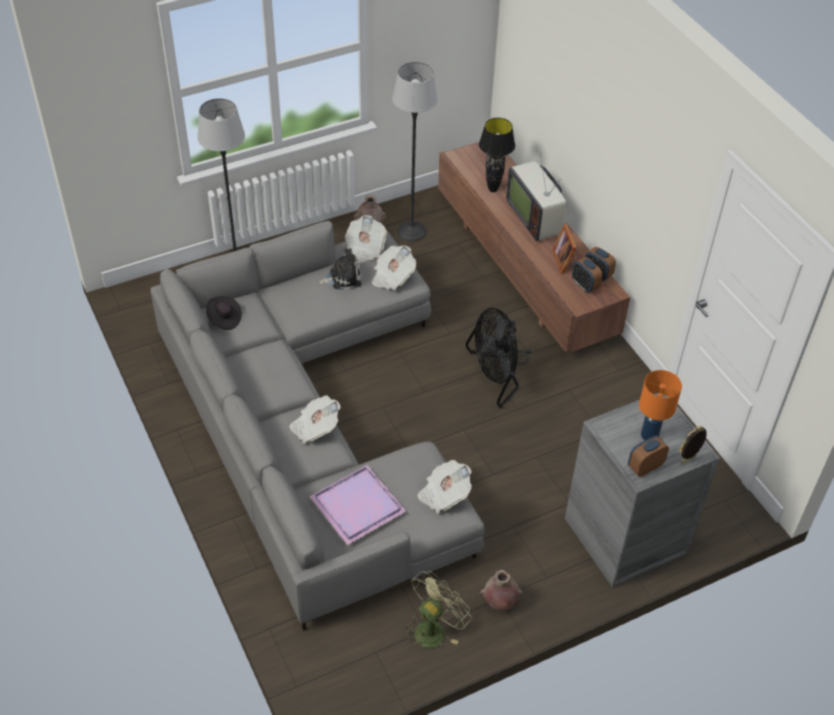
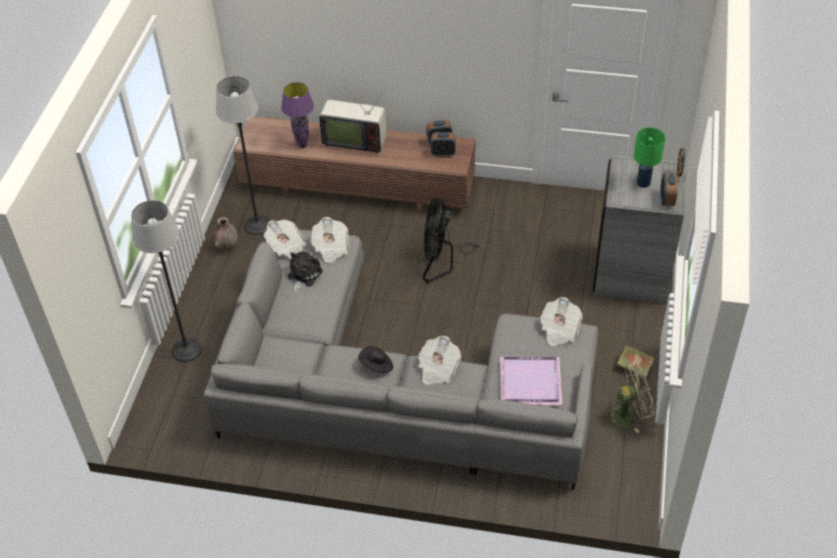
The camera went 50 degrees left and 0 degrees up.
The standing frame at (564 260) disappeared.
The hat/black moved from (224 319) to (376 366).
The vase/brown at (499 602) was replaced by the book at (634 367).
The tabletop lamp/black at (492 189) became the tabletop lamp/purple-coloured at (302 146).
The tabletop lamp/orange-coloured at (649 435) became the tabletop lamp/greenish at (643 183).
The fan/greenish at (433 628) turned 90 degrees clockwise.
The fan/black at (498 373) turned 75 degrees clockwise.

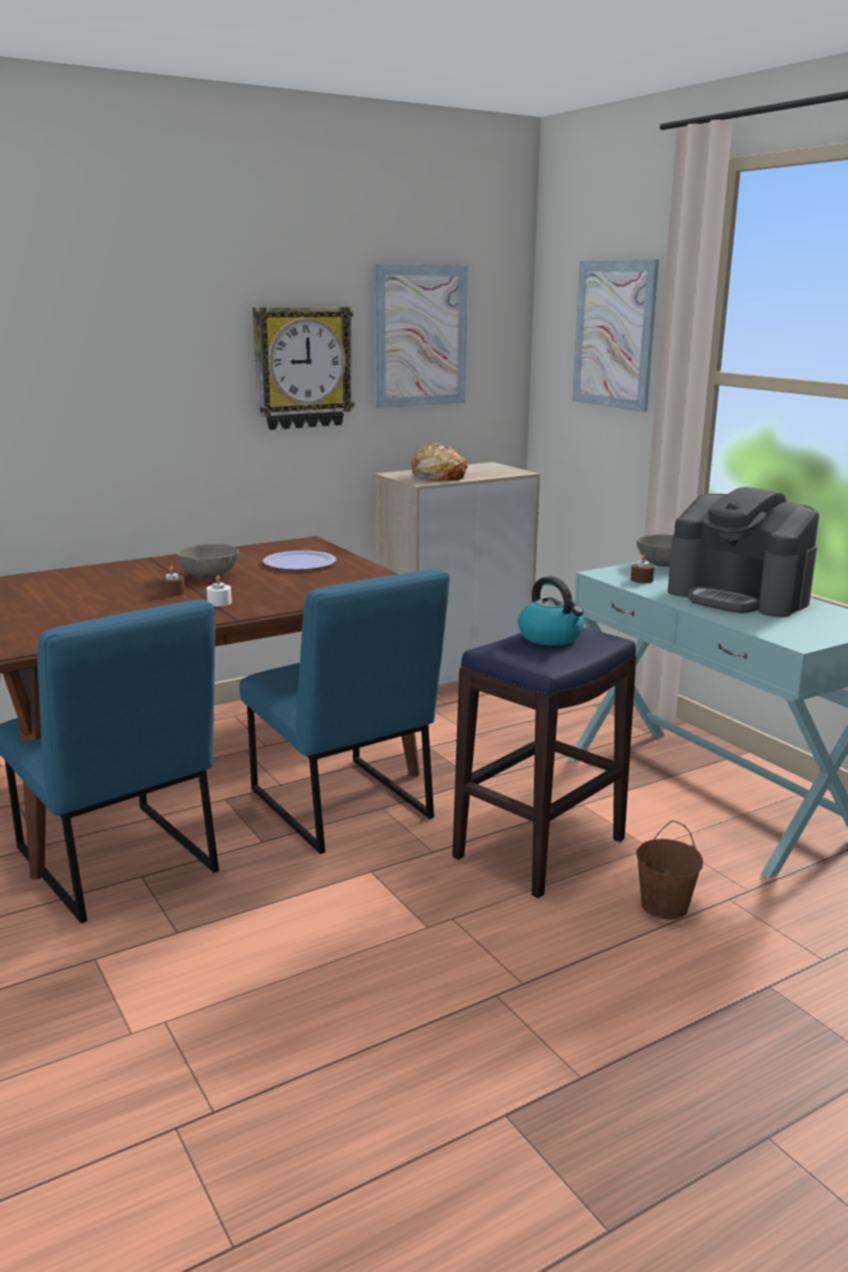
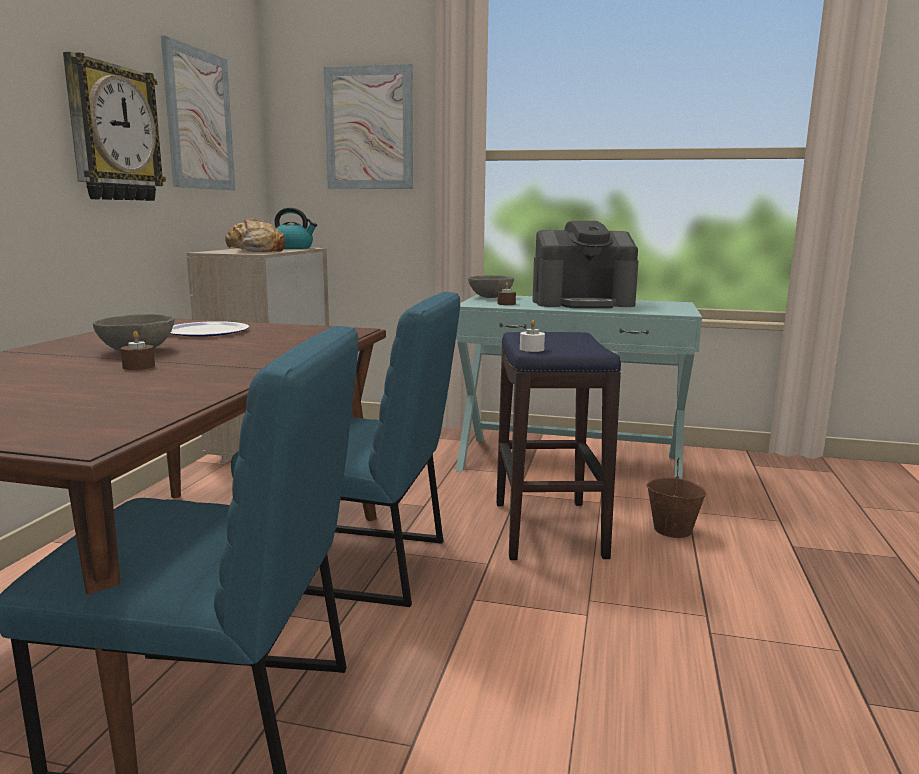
The camera went 45 degrees left and 5 degrees down.
The candle/whitish moved from (219 602) to (532 349).
The tea kettle moved from (551 637) to (293 248).

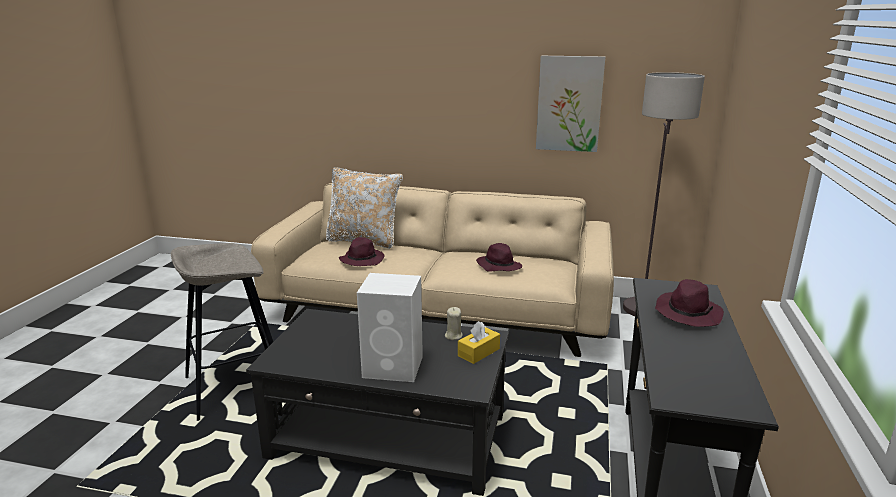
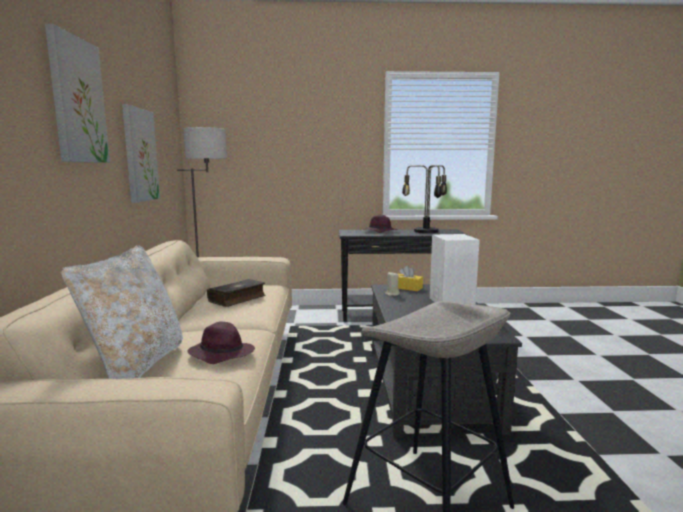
The camera went 105 degrees left and 10 degrees down.
The picture at (77 101) appeared.
The tabletop lamp at (426 231) appeared.
The hat/purple-coloured at (498 266) was replaced by the book at (238 299).

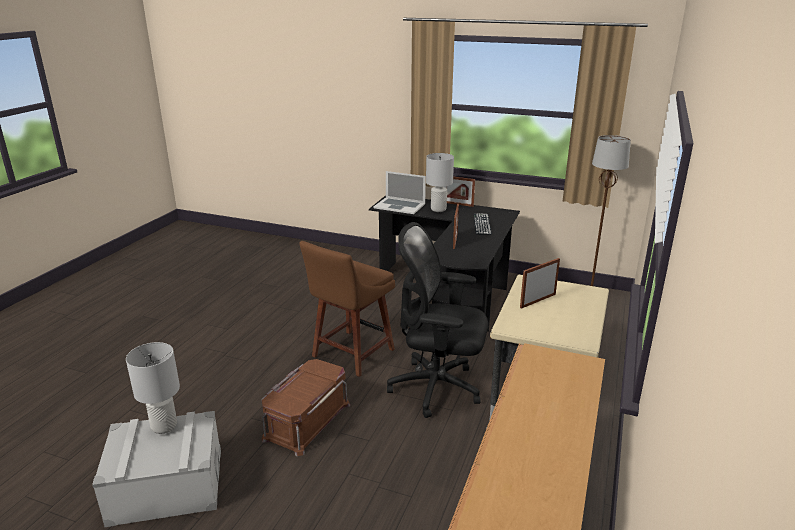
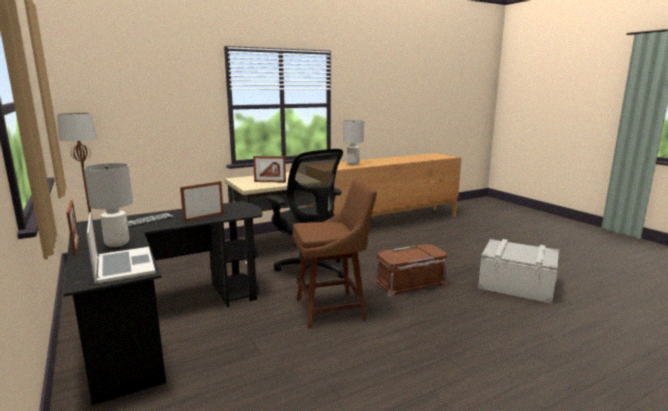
The camera went 140 degrees left and 10 degrees down.
The tabletop lamp/grey moved from (164 428) to (353 164).

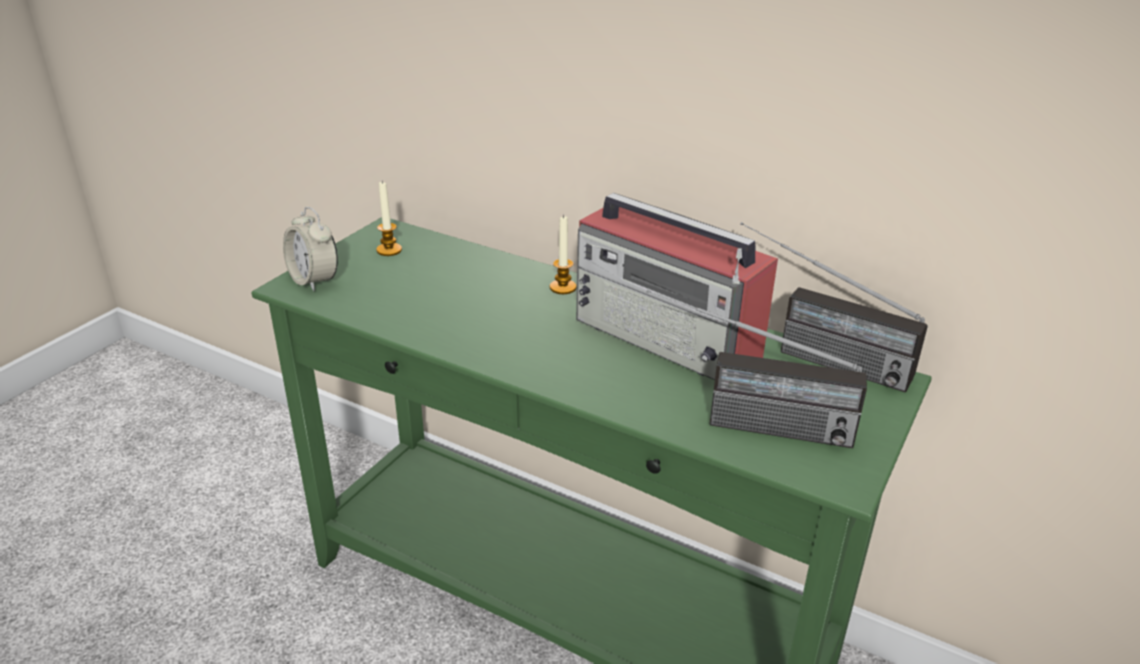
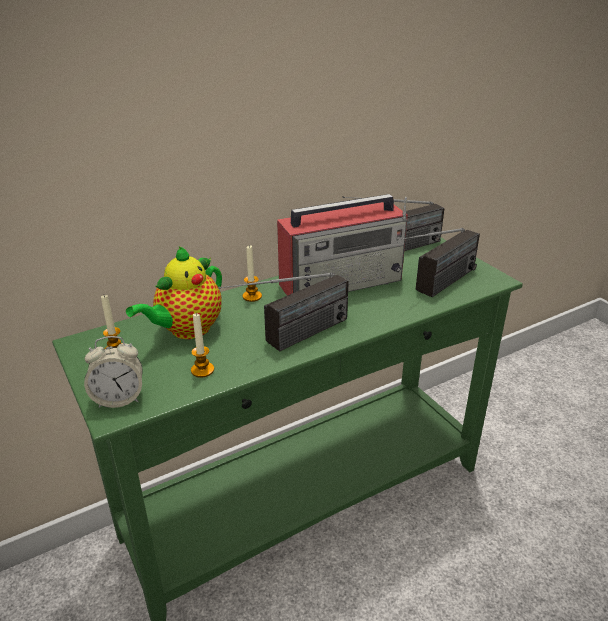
The camera went 60 degrees left and 0 degrees up.
The pot for tea at (187 330) appeared.
The candle at (202 370) appeared.
The radio receiver at (290 340) appeared.

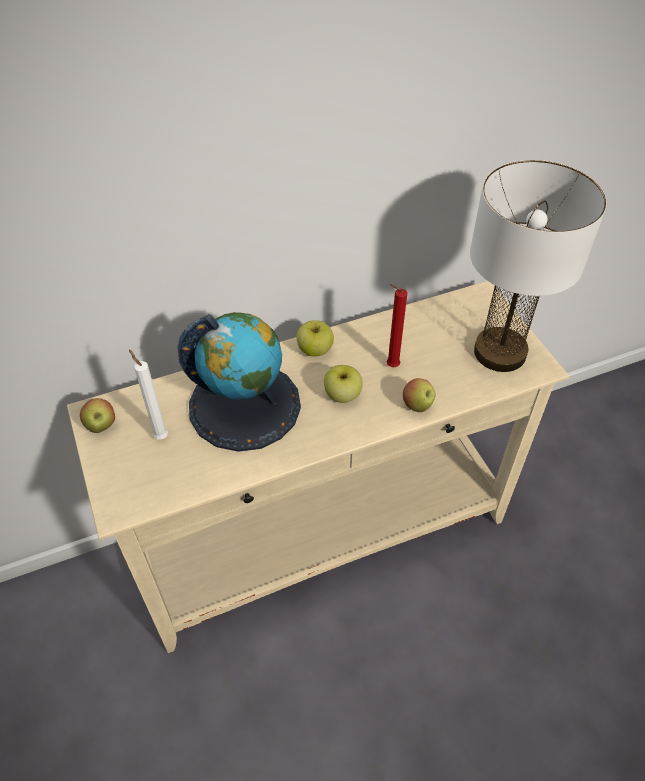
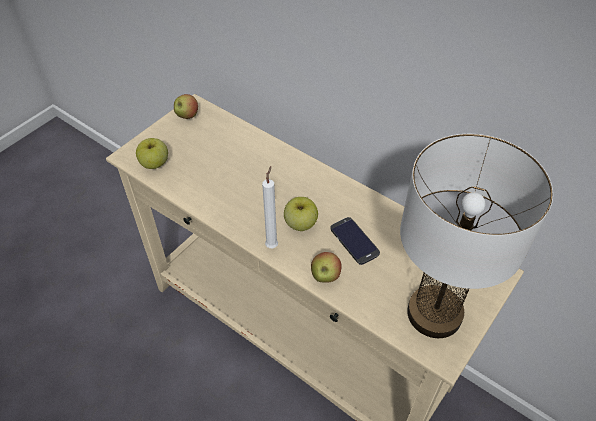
The camera went 60 degrees right and 0 degrees up.
The world globe at (245 405) disappeared.
The candle/whitish moved from (160 435) to (272 244).
The whole apple moved from (315 350) to (155 164).
The candle/red at (390 366) was replaced by the telephone at (354 241).

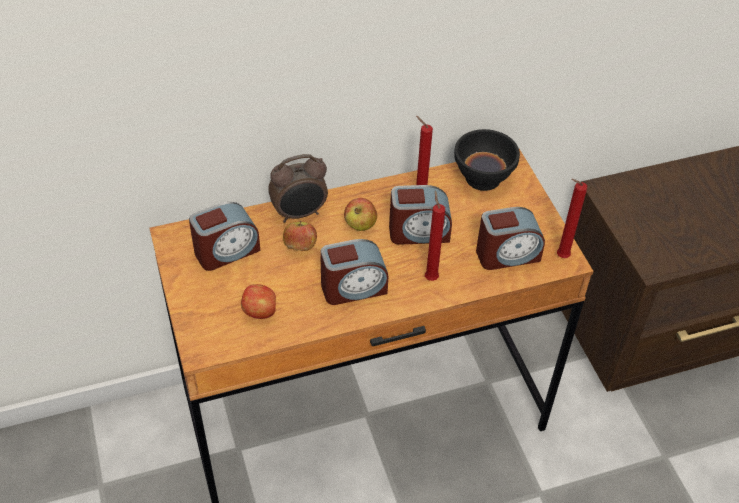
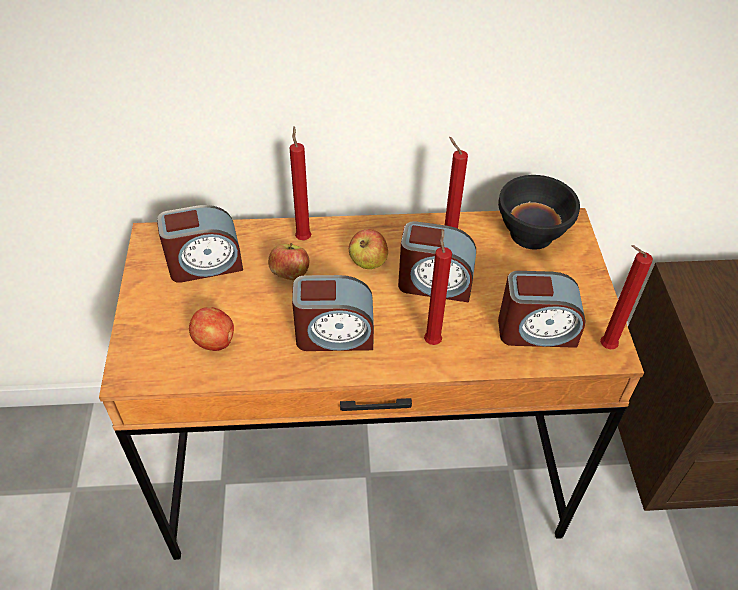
The camera went 15 degrees right and 0 degrees up.
The bedside clock at (300 214) was replaced by the candle/red at (303 237).

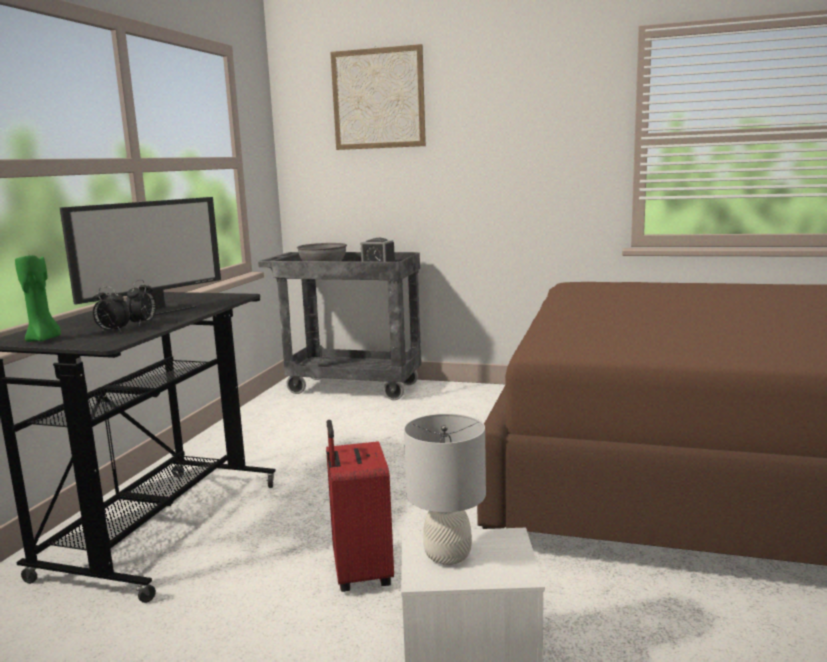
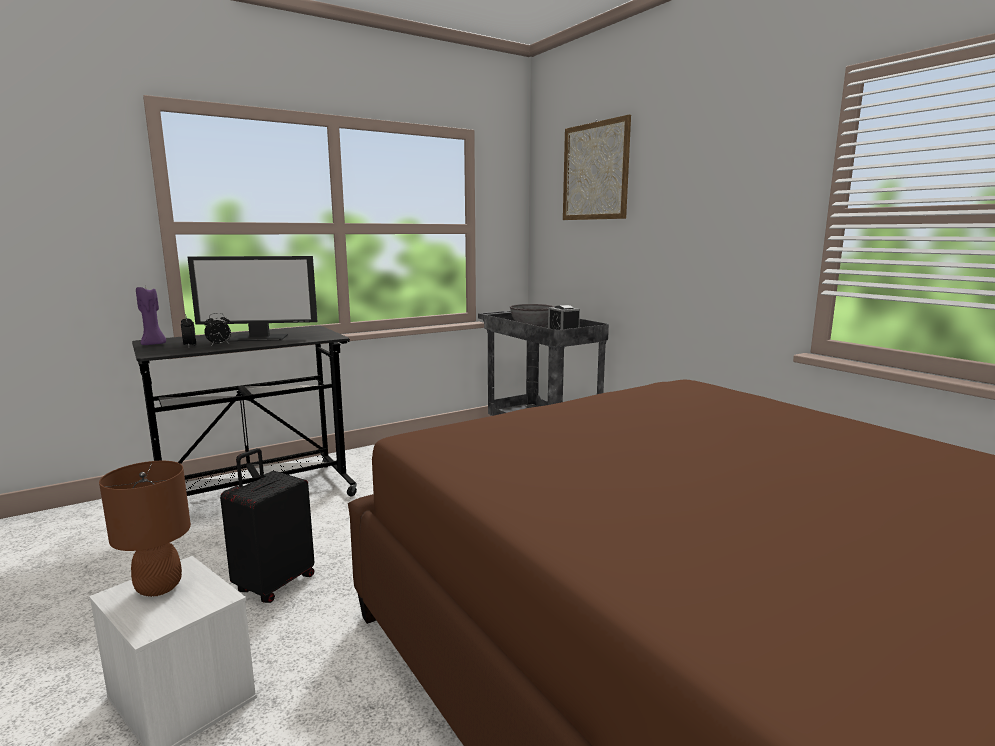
The camera went 40 degrees right and 0 degrees up.
The candle/greenish at (44 339) became the candle/purple-coloured at (154 344).
The suitcase/red at (360 573) became the suitcase/black at (274 584).
The tabletop lamp/grey at (447 556) became the tabletop lamp/brown at (161 588).

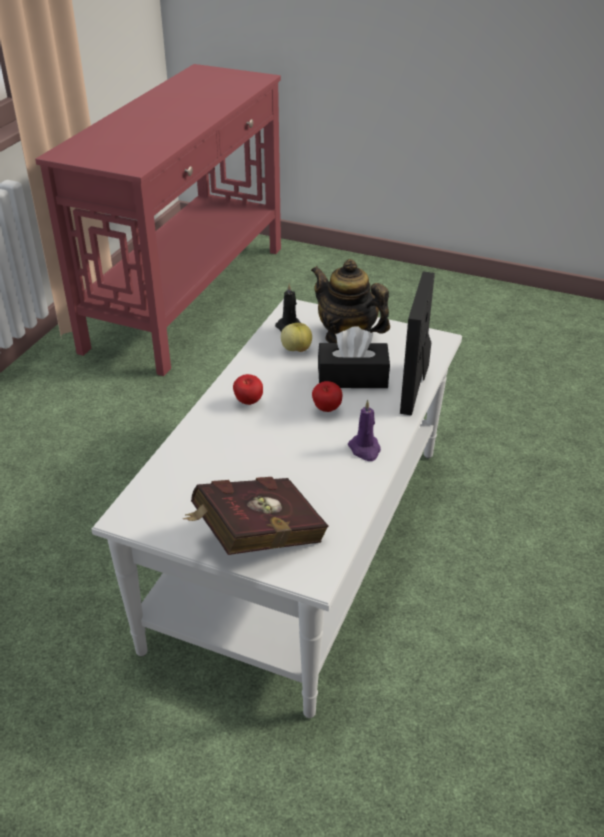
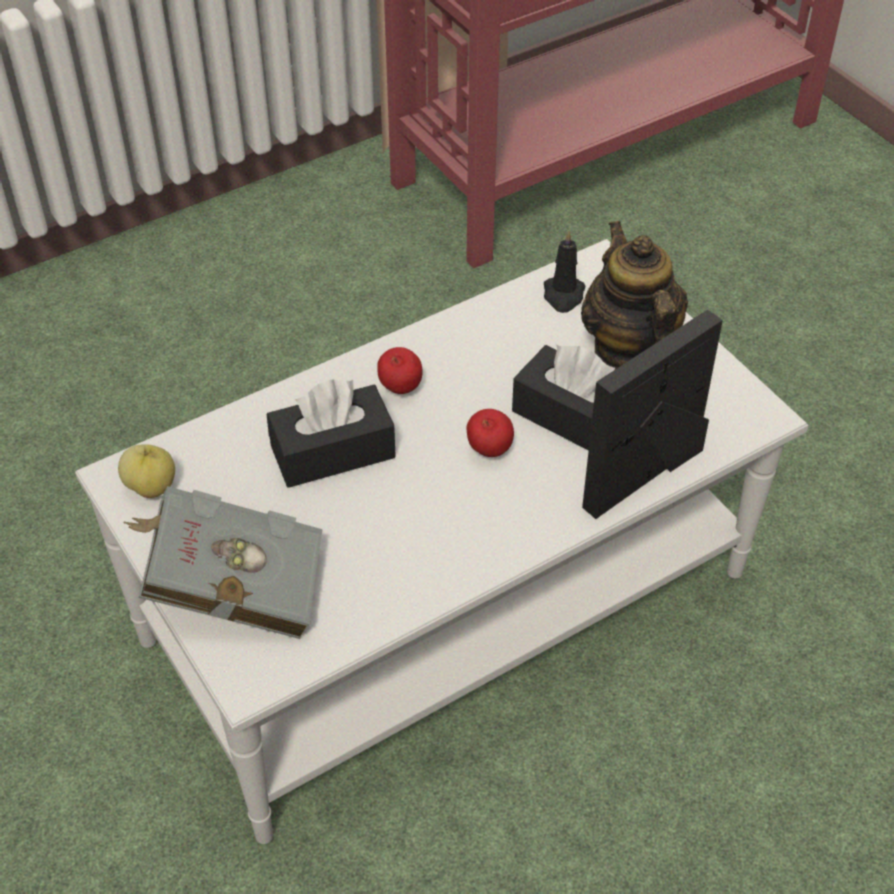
The camera went 35 degrees right and 10 degrees up.
The candle/purple-coloured at (365 449) disappeared.
The box of tissues/black at (333 452) appeared.
The whole apple moved from (296 349) to (151 486).
The book/red at (254 538) became the book/grey at (230 588).

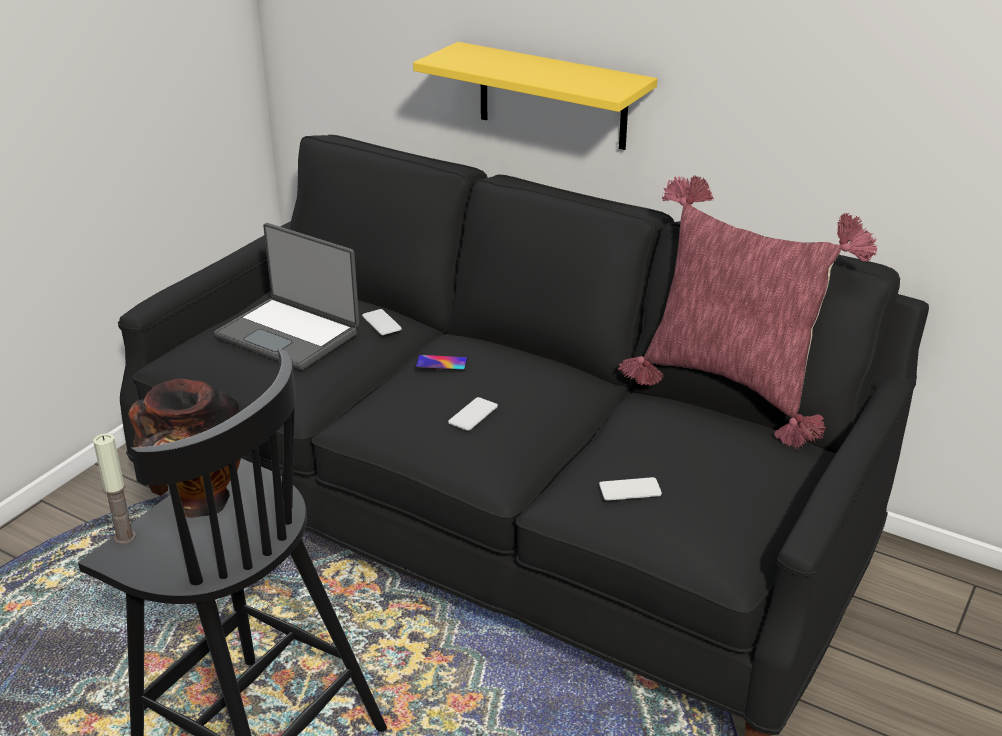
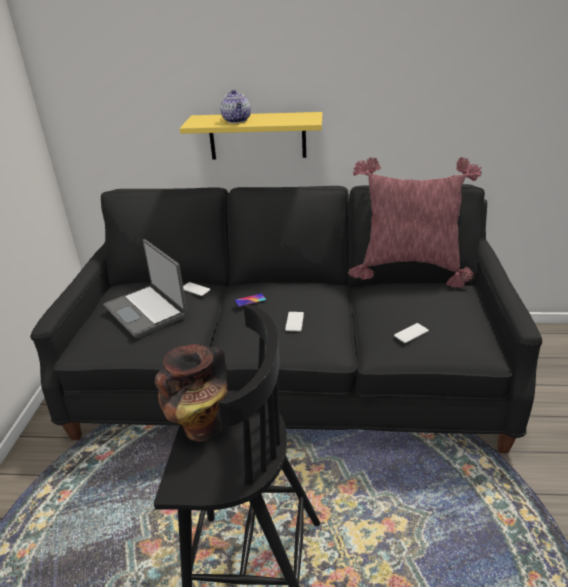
The camera went 25 degrees left and 0 degrees up.
The candle at (125 537) disappeared.
The pot for tea at (237 120) appeared.
The portable computer at (290 334) turned 45 degrees clockwise.

